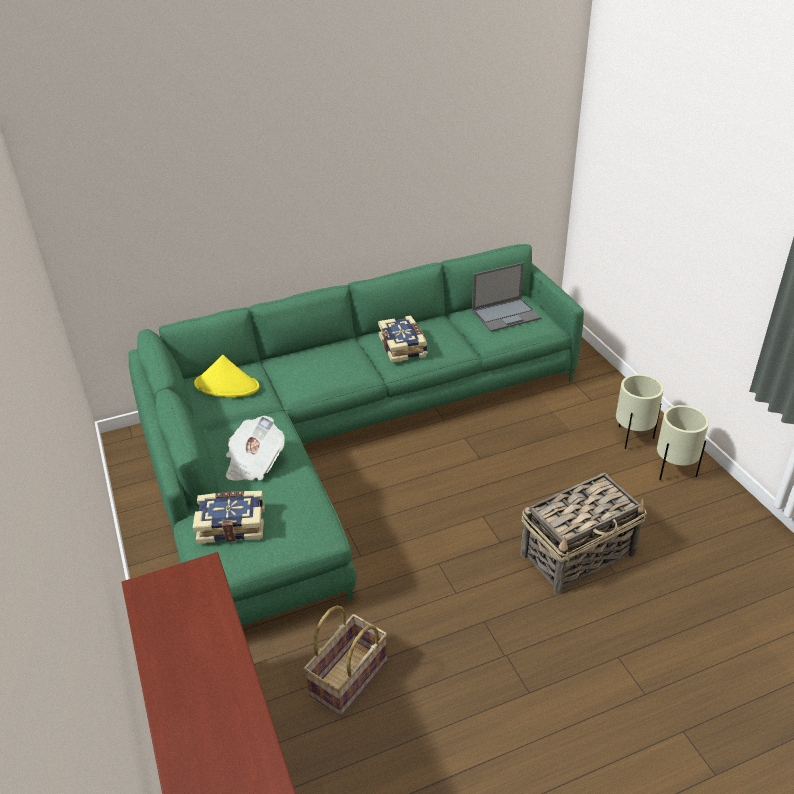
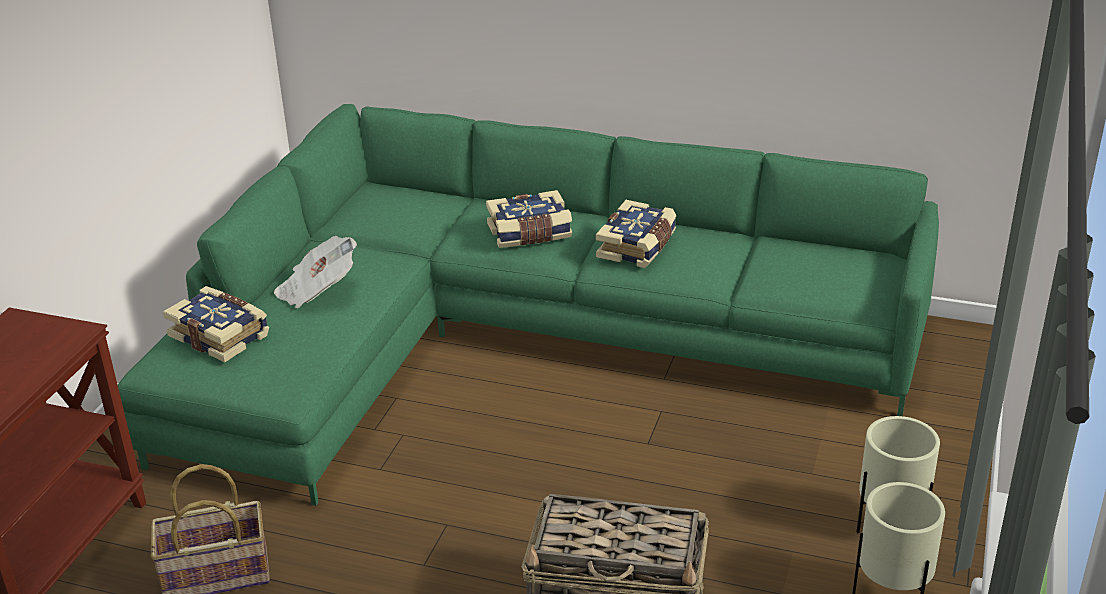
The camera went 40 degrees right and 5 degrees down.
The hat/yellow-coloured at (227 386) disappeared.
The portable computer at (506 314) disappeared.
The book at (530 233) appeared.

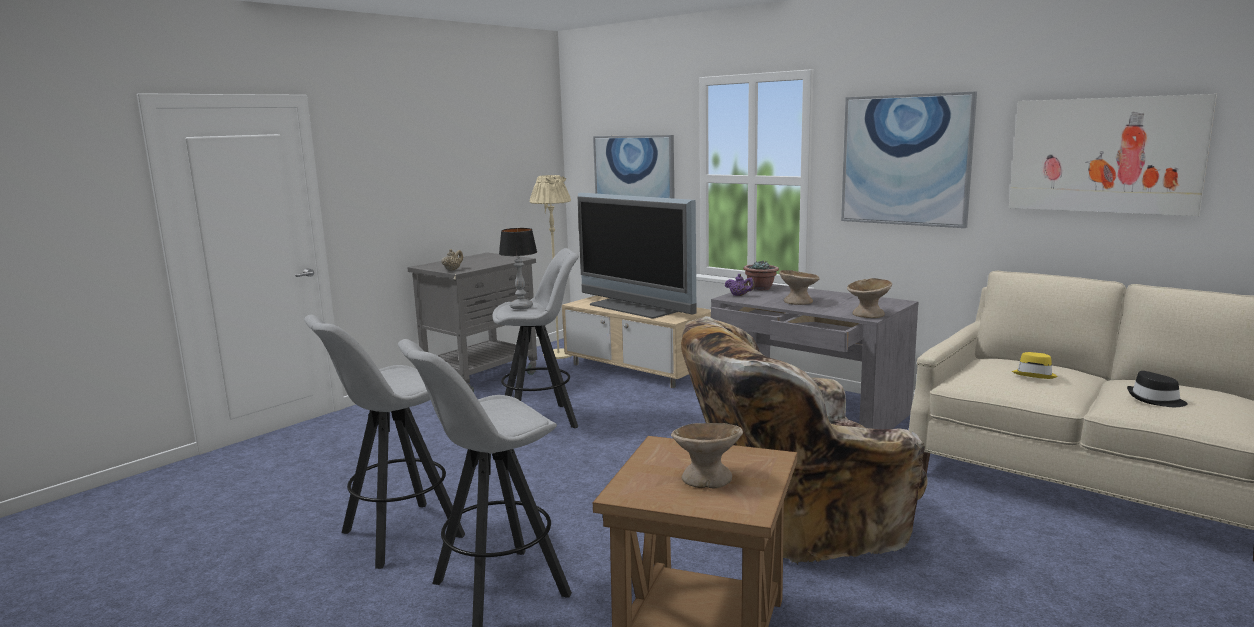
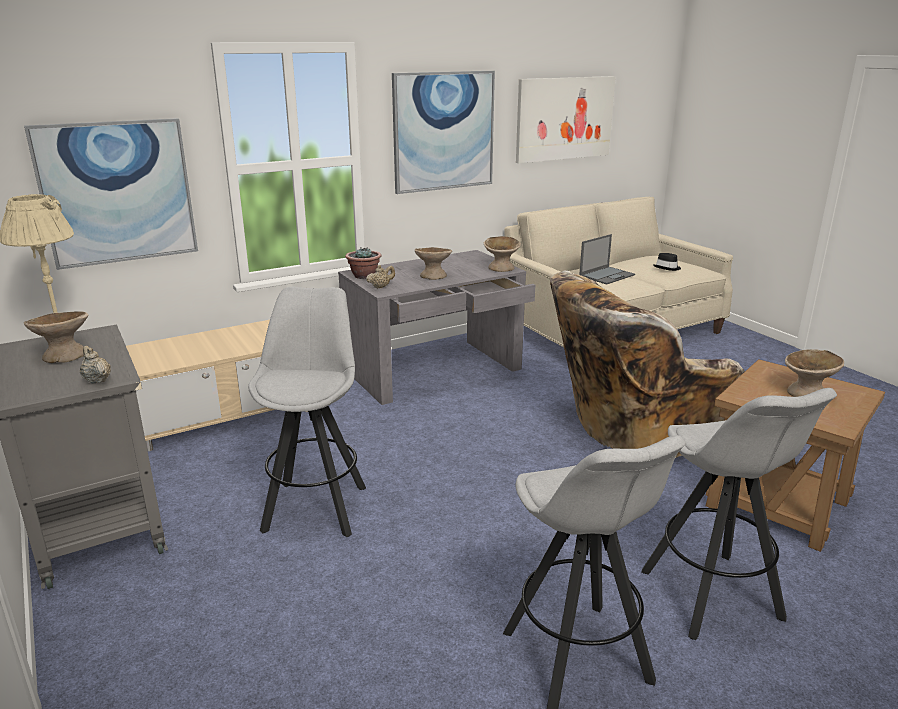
The camera went 70 degrees left and 10 degrees up.
The tabletop lamp at (522 307) disappeared.
The television at (634 308) disappeared.
The deep dish/beige at (64 355) appeared.
The hat/yellow-coloured at (1034 375) was replaced by the portable computer at (607 275).
The pot for tea/purple-coloured at (739 295) became the pot for tea/beige at (381 287).
The armchair/beige at (795 521) turned 60 degrees clockwise.

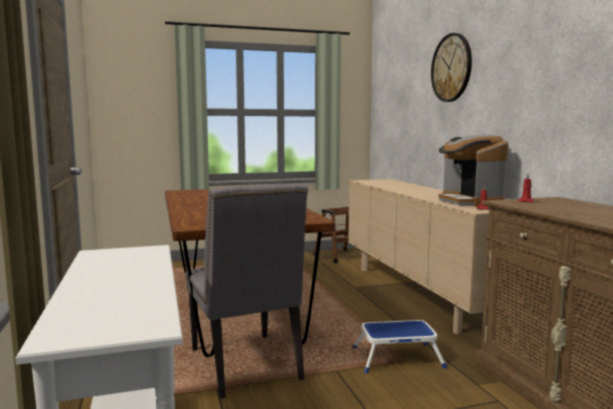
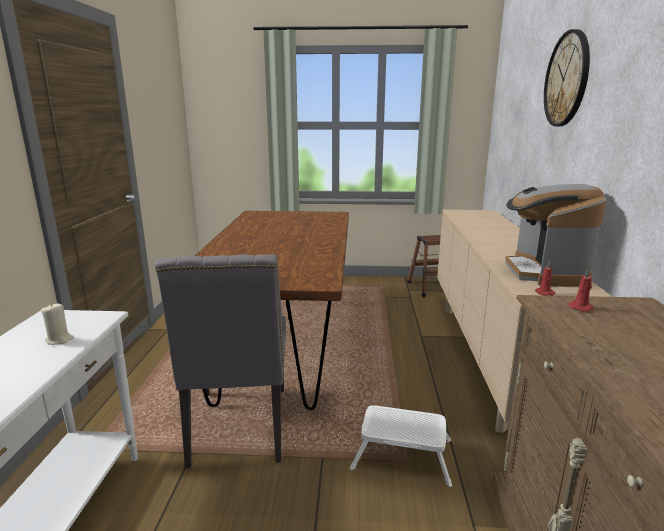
The camera went 20 degrees right and 10 degrees up.
The candle/beige at (59 340) appeared.
The step ladder/blue-coloured at (397 358) became the step ladder/whitish at (402 454).

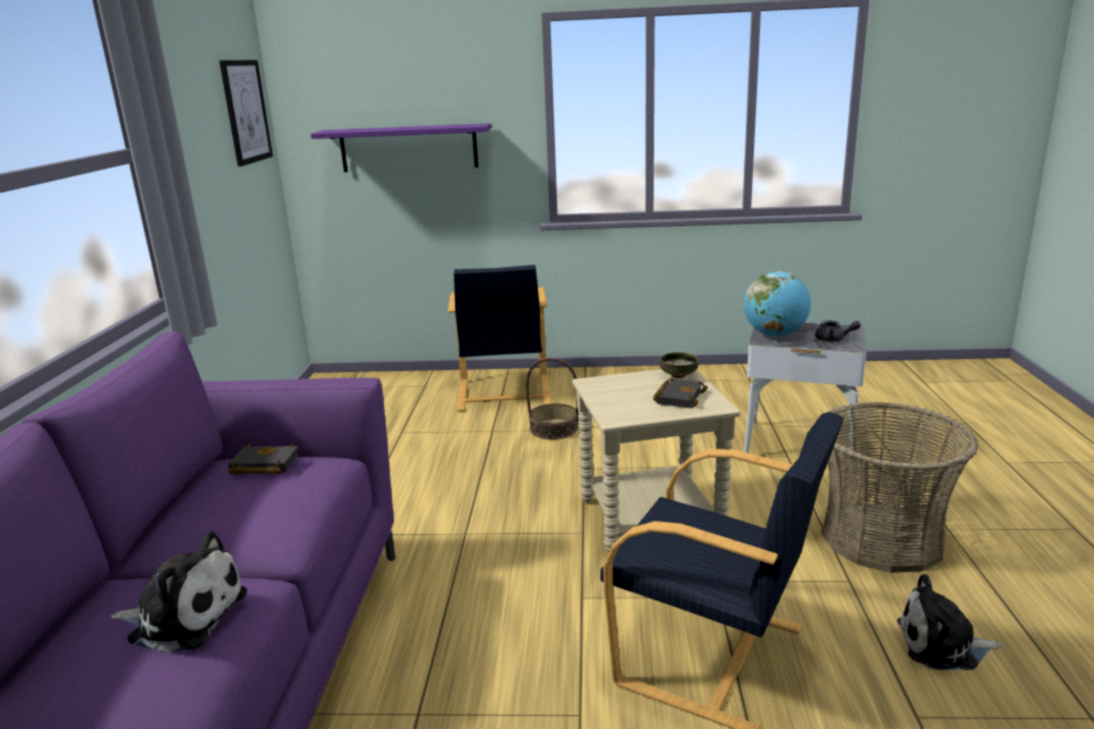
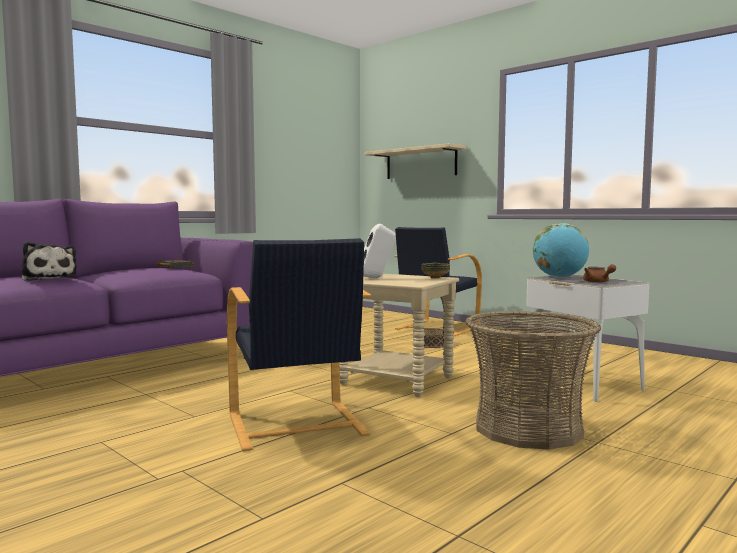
The camera went 40 degrees right and 15 degrees down.
The picture at (245 111) disappeared.
The book/black at (678 397) disappeared.
The soft toy at (942 645) disappeared.
The loudspeaker/whitish at (376 278) appeared.
The shelf/purple-coloured at (408 148) became the shelf/beige at (420 163).
The pot for tea/grey at (834 339) became the pot for tea/brown at (598 282).

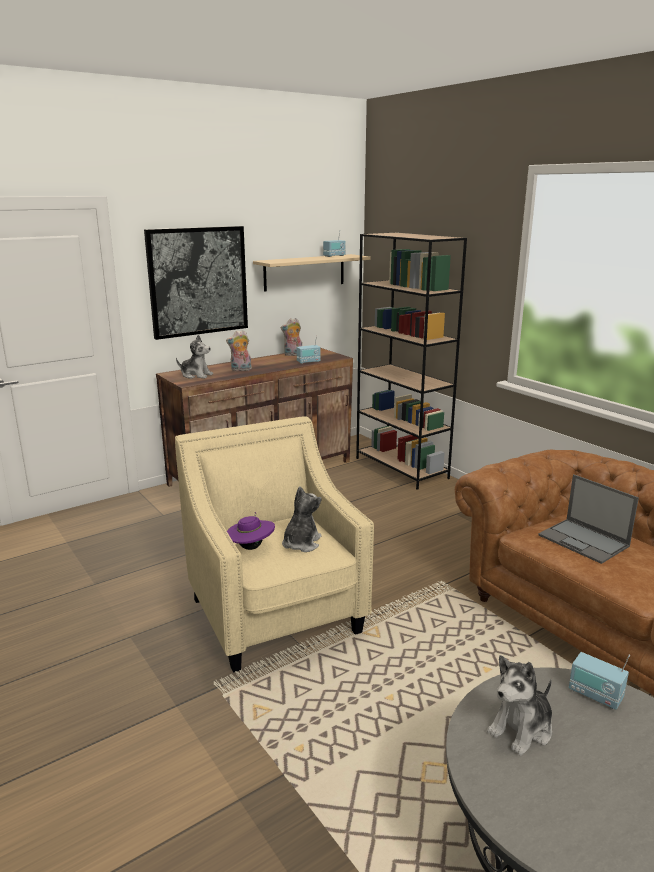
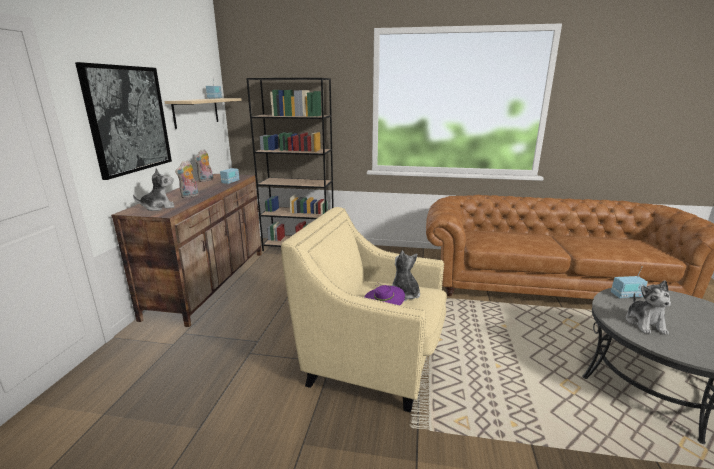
The camera went 45 degrees left and 0 degrees up.
The portable computer at (584 541) disappeared.

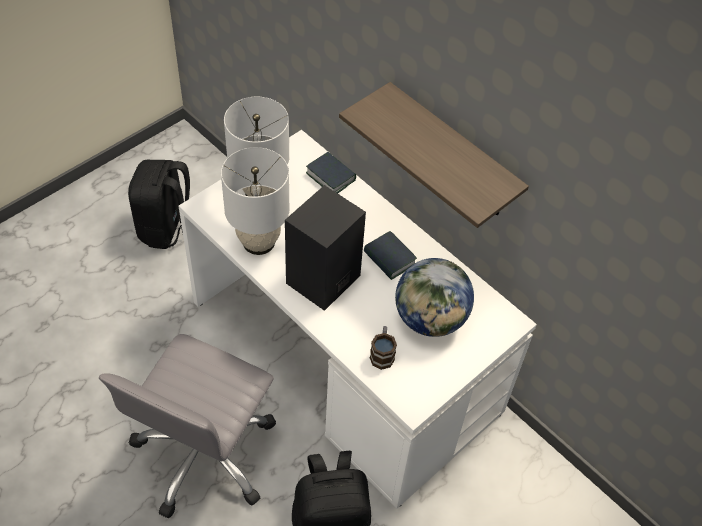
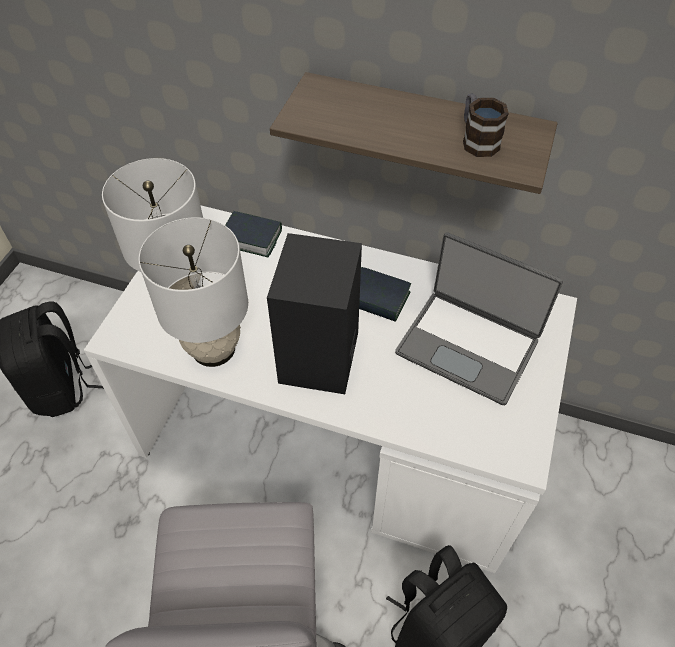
The camera went 25 degrees left and 0 degrees up.
The coffee mug moved from (382 353) to (476 140).
The world globe at (430 319) was replaced by the portable computer at (468 345).

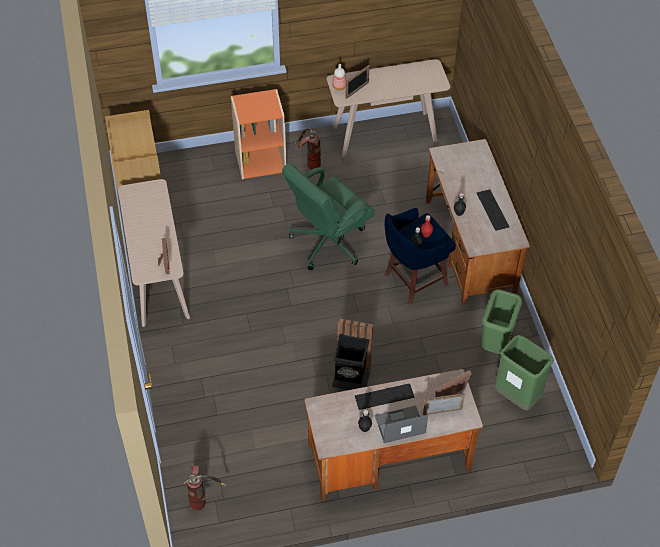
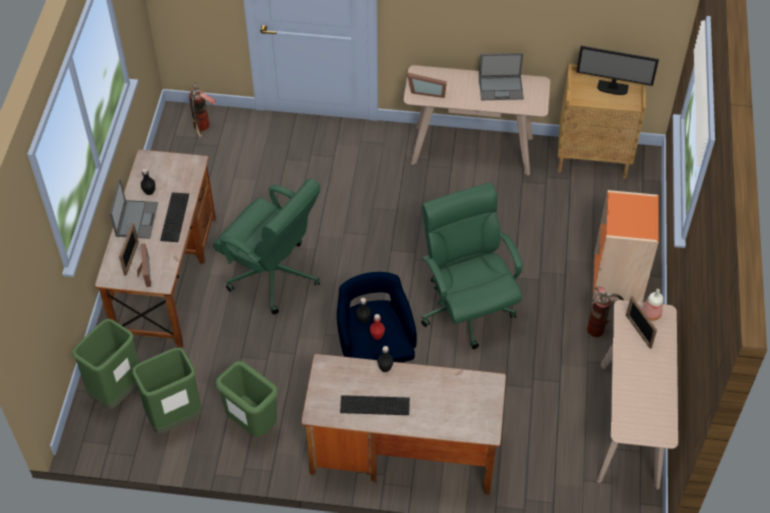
The camera went 110 degrees right and 0 degrees up.
The trash can/greenish at (117 391) appeared.
The portable computer at (501 88) appeared.
The computer display at (612 88) appeared.
The trash can/black at (351 379) was replaced by the desk chair/greenish at (273 274).

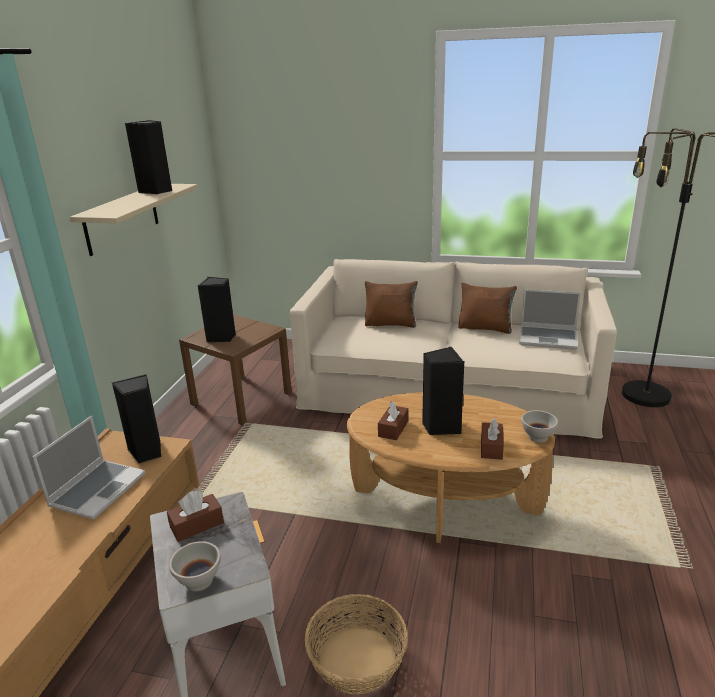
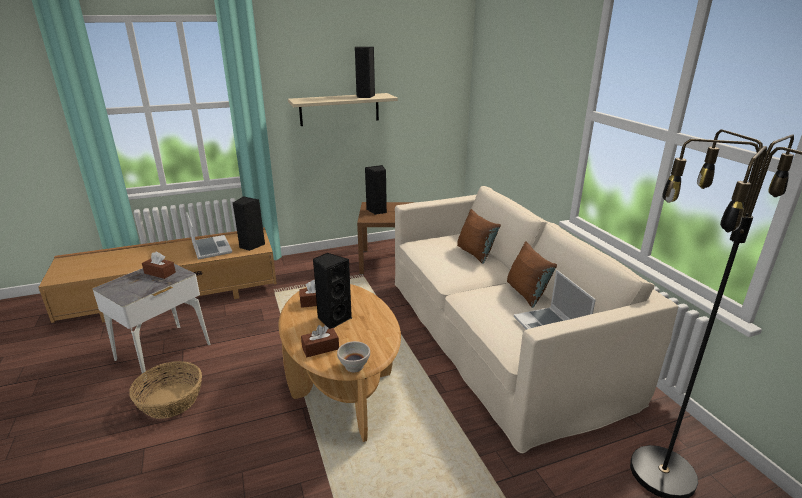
The camera went 55 degrees right and 0 degrees up.
The deep dish/whitish at (198 581) disappeared.
The portable computer at (98 489) turned 105 degrees counterclockwise.

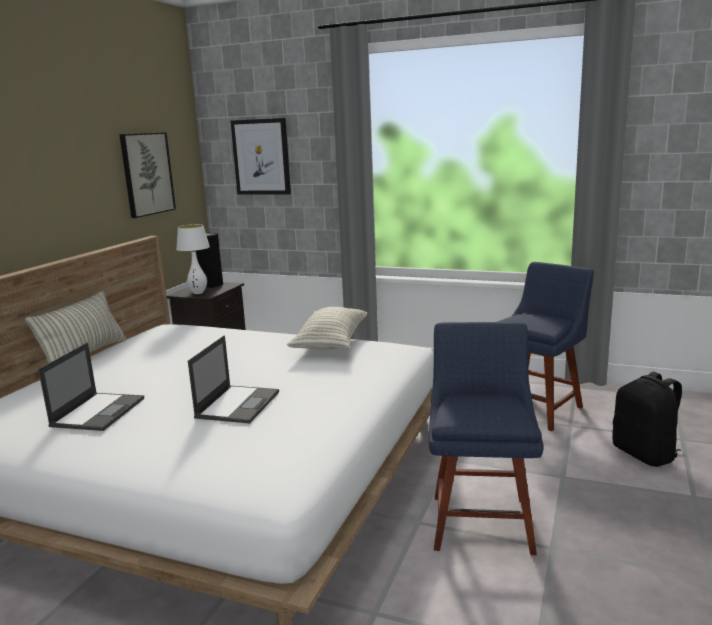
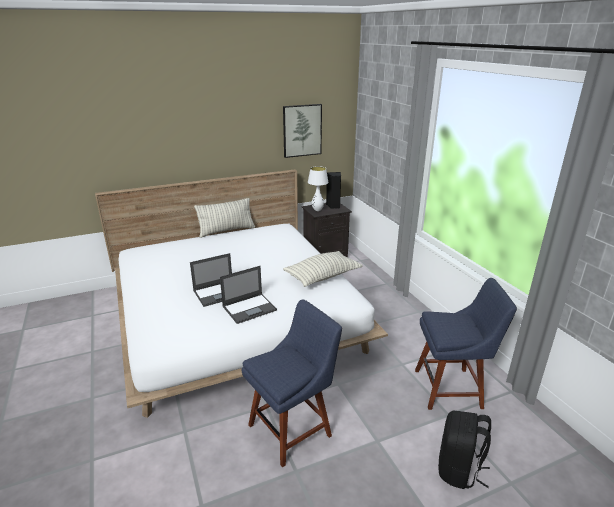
The camera went 45 degrees right and 10 degrees up.
The picture at (261 157) disappeared.
The portable computer moved from (99 411) to (250 308).

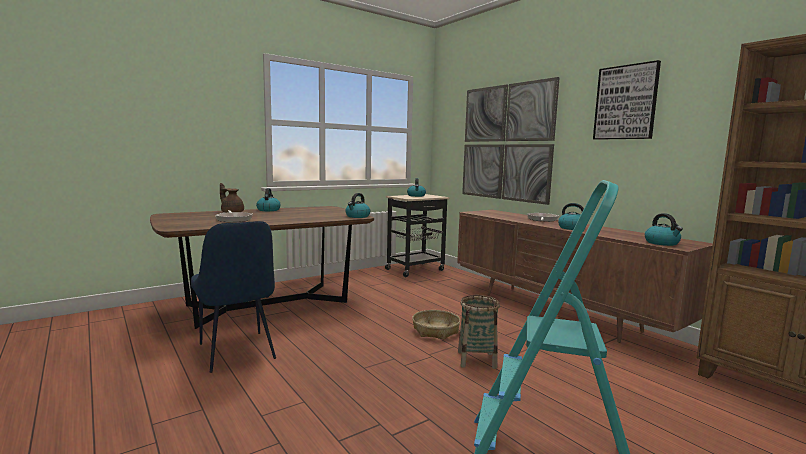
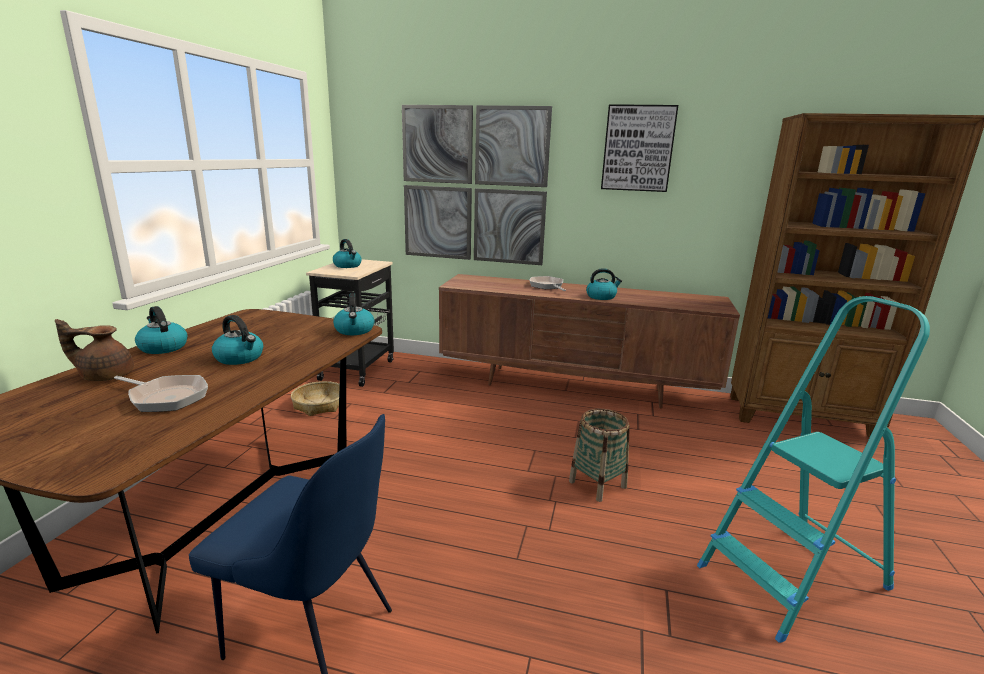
The camera went 40 degrees left and 10 degrees up.
The basket moved from (436 330) to (319 405).
The tea kettle moved from (662 243) to (240 358).

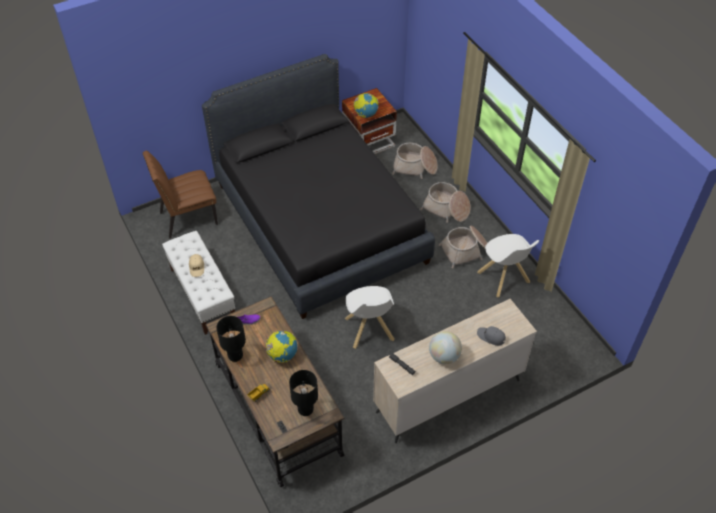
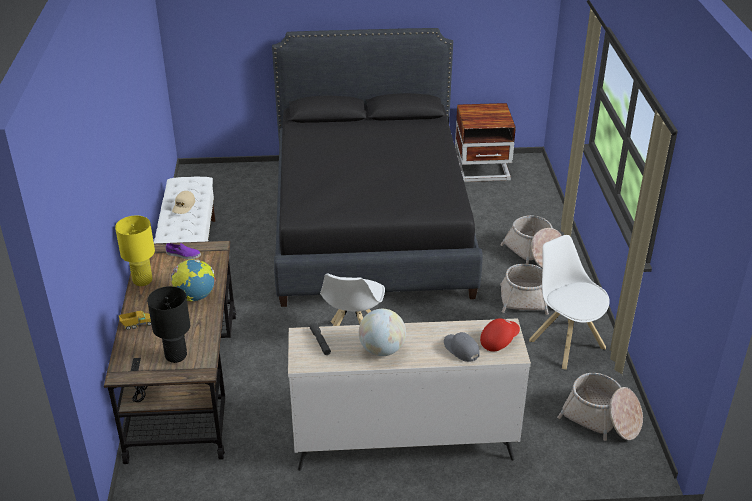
The camera went 25 degrees right and 15 degrees down.
The upright chair/brown at (189 218) disappeared.
The world globe at (366 115) disappeared.
The peaked cap/red at (499 340) appeared.
The basket moved from (415 167) to (601 419).
The tabletop lamp/black at (235 356) became the tabletop lamp/yellow-coloured at (143 282).
The upright chair/whitish at (504 278) turned 150 degrees clockwise.

